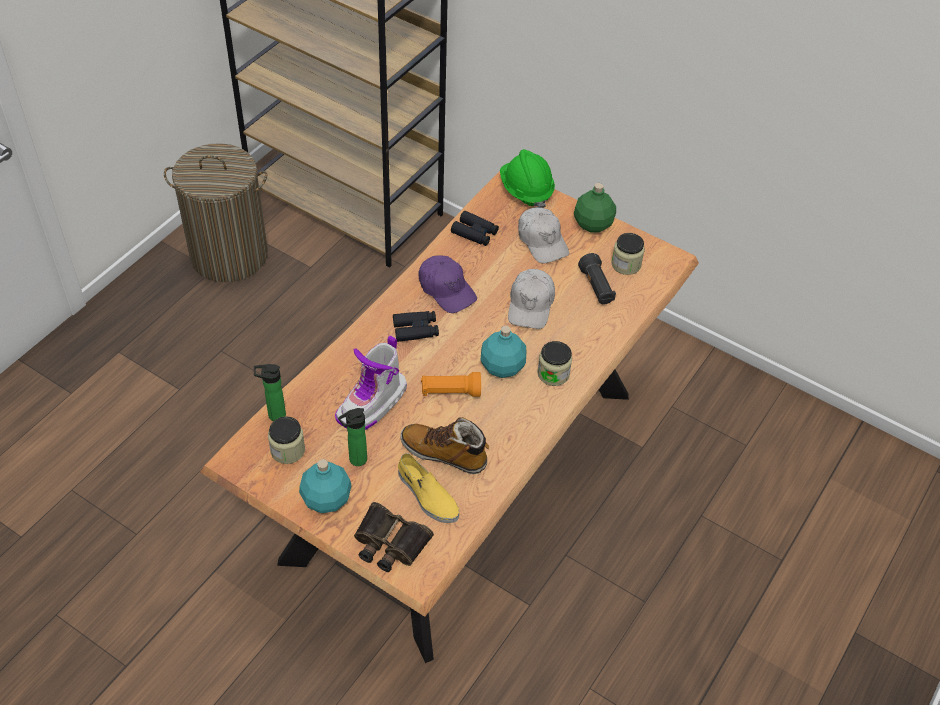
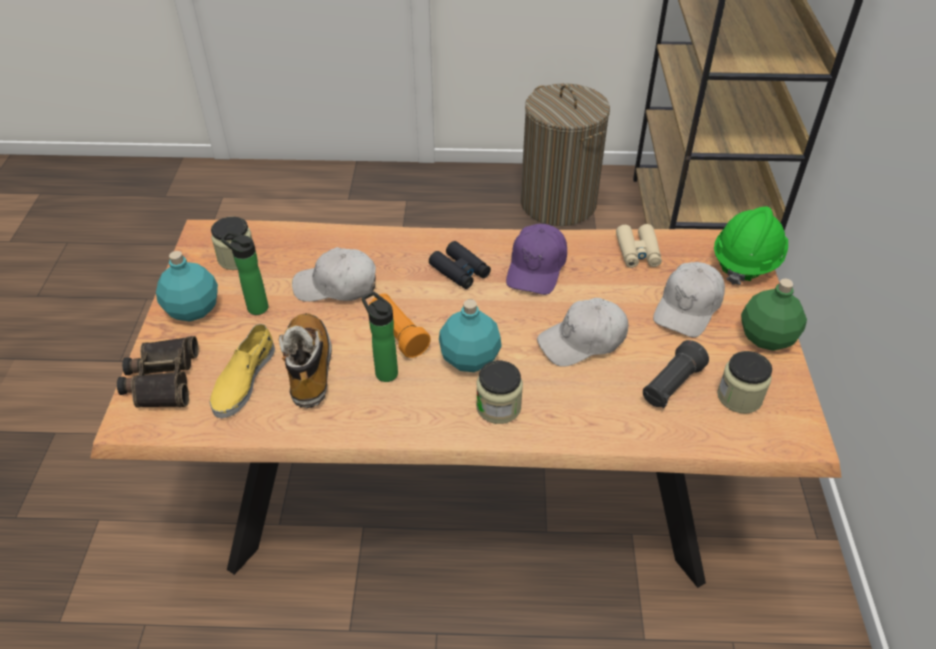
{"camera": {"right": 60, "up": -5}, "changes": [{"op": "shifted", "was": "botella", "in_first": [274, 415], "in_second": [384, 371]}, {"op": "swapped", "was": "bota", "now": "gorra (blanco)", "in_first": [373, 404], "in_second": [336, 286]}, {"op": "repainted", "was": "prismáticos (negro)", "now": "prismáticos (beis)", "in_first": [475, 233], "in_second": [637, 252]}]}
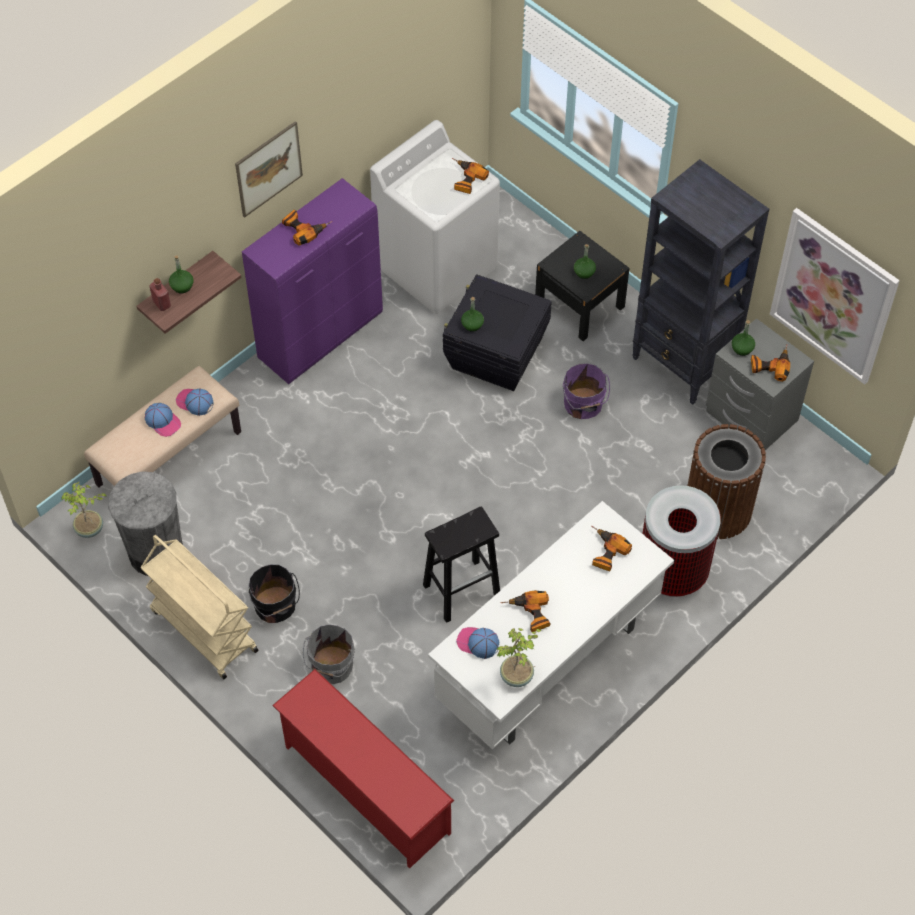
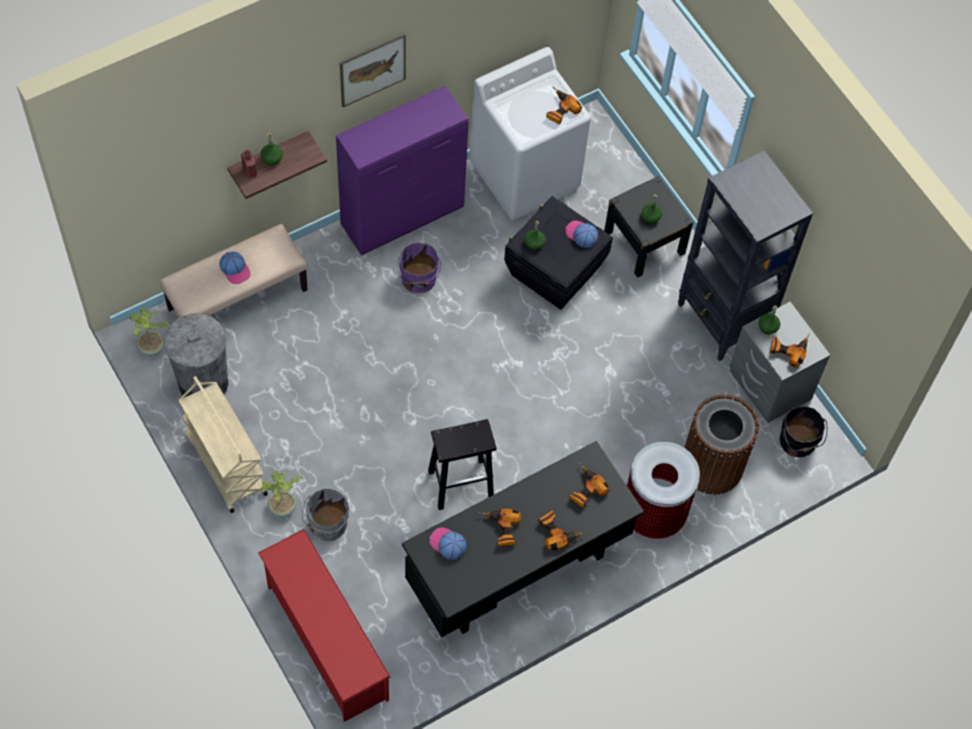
{"camera": {"right": 10, "up": 5}, "changes": [{"op": "shifted", "was": "gorra", "in_first": [194, 402], "in_second": [581, 234]}, {"op": "shifted", "was": "cubo (negro)", "in_first": [275, 606], "in_second": [798, 442]}, {"op": "shifted", "was": "taladro", "in_first": [304, 228], "in_second": [558, 531]}, {"op": "repainted", "was": "escritorio (blanco)", "now": "escritorio (negro)", "in_first": [548, 665], "in_second": [517, 571]}, {"op": "shifted", "was": "planta en maceta", "in_first": [517, 676], "in_second": [283, 508]}, {"op": "shifted", "was": "cubo (morado)", "in_first": [583, 405], "in_second": [418, 279]}, {"op": "gone", "was": "cuadro", "in_first": [833, 296]}]}
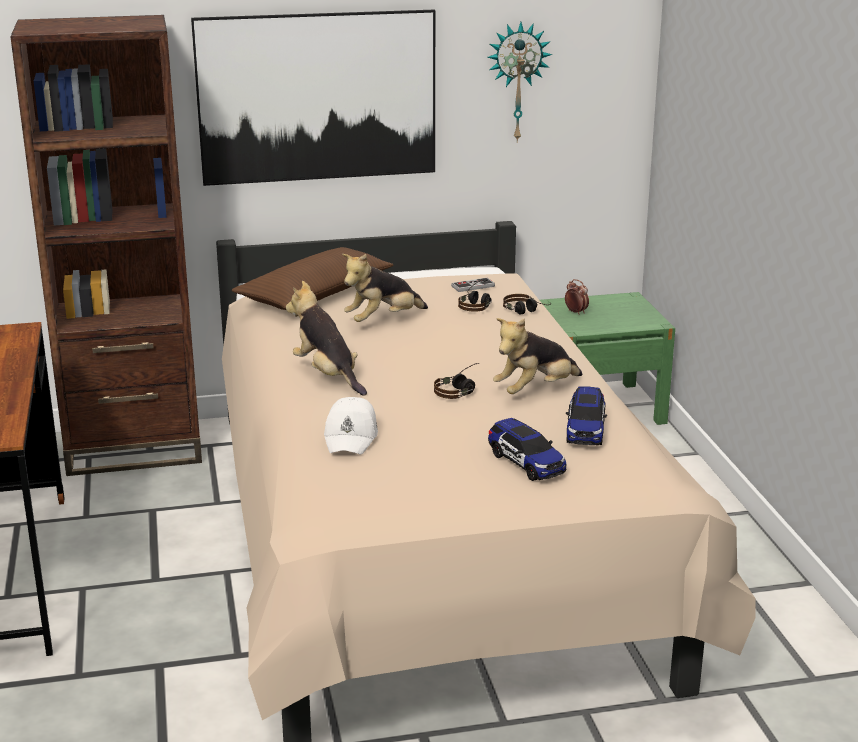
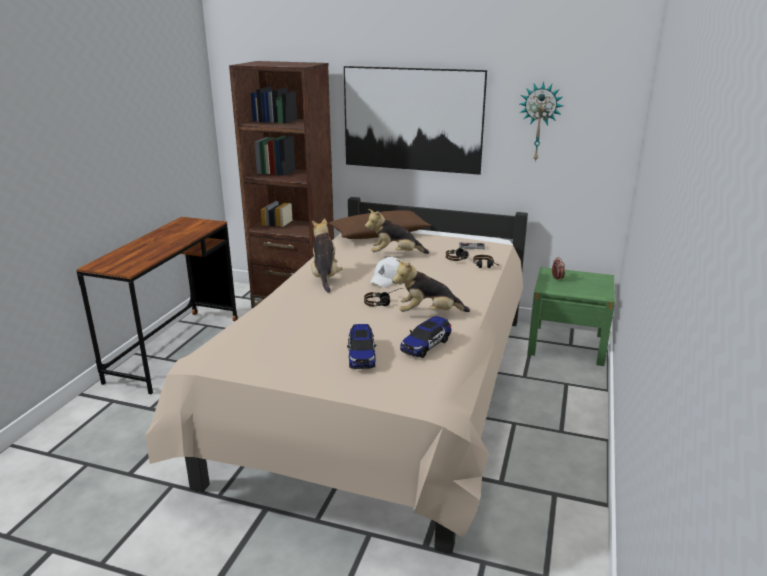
{"camera": {"right": 30, "up": 0}, "changes": [{"op": "shifted", "was": "gorra (blanco)", "in_first": [352, 437], "in_second": [389, 279]}]}
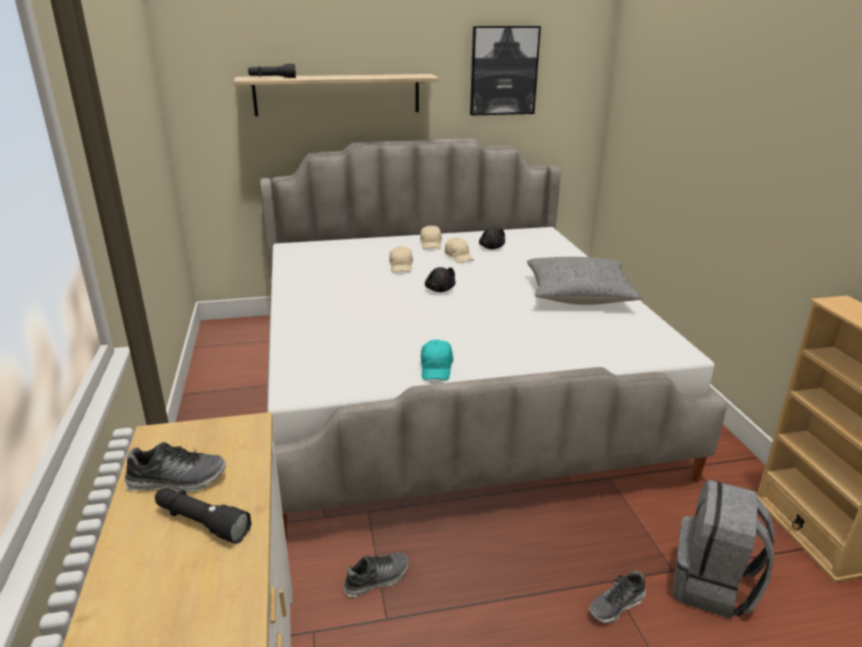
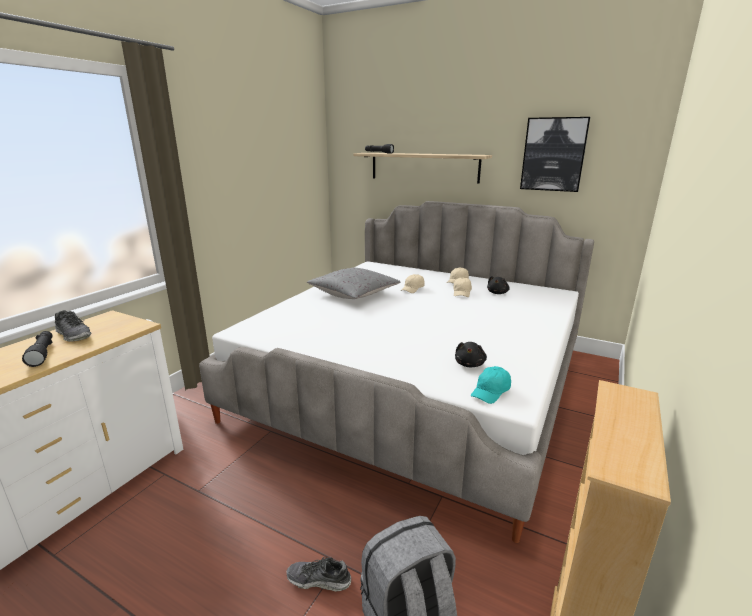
{"camera": {"right": 40, "up": -5}, "changes": [{"op": "gone", "was": "zapato", "in_first": [377, 579]}, {"op": "shifted", "was": "gorra (turquesa)", "in_first": [436, 369], "in_second": [491, 392]}, {"op": "shifted", "was": "peluche (negro)", "in_first": [439, 289], "in_second": [470, 364]}, {"op": "shifted", "was": "cojín (gris)", "in_first": [578, 294], "in_second": [353, 293]}]}
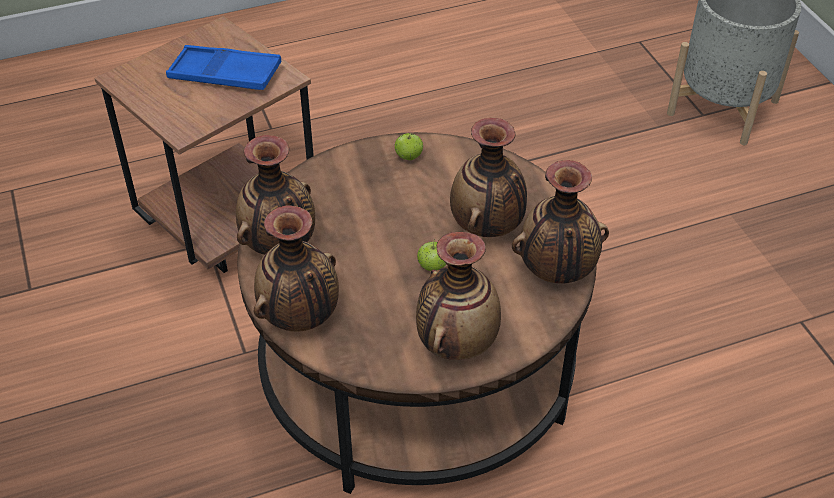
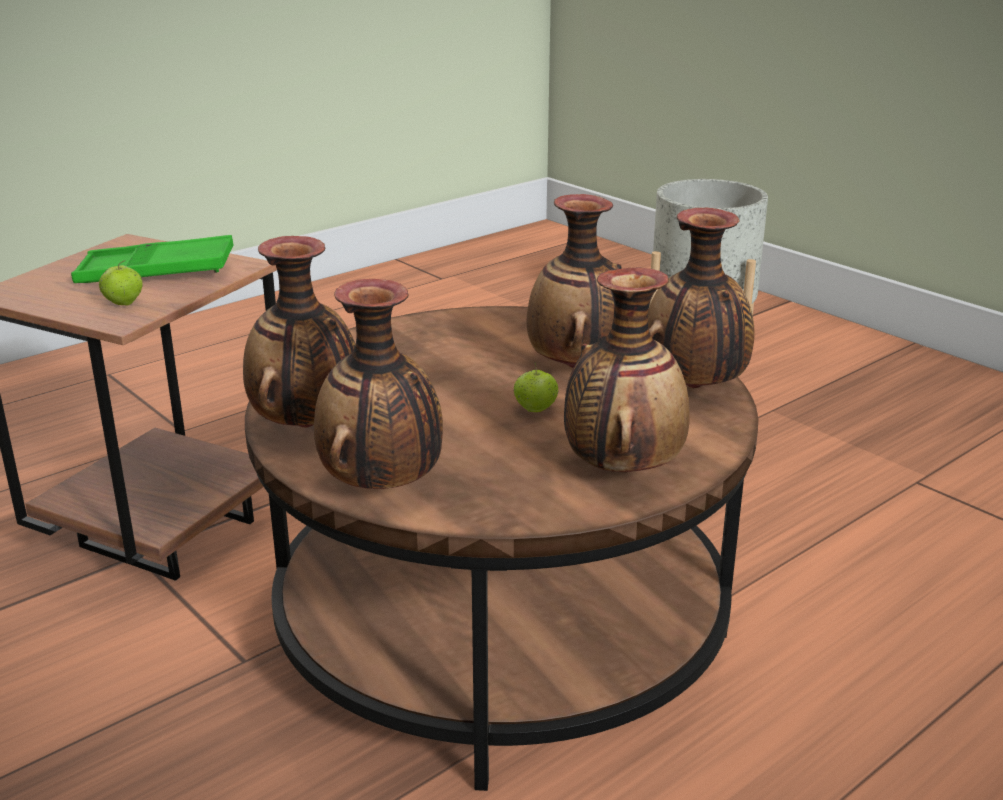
{"camera": {"right": -20, "up": -20}, "changes": [{"op": "repainted", "was": "bandeja (azul)", "now": "bandeja (verde)", "in_first": [225, 75], "in_second": [156, 272]}, {"op": "shifted", "was": "manzana", "in_first": [408, 157], "in_second": [123, 303]}]}
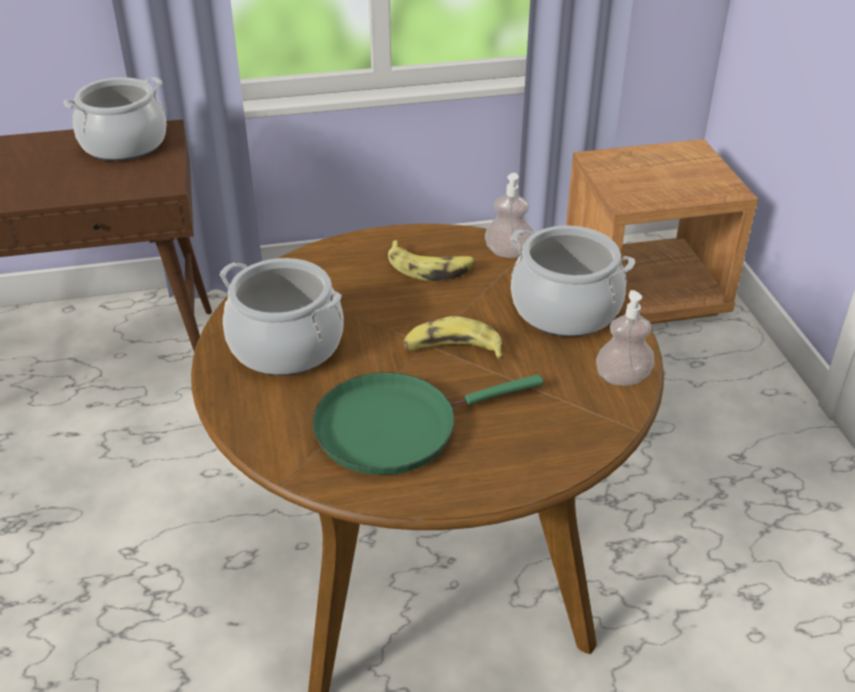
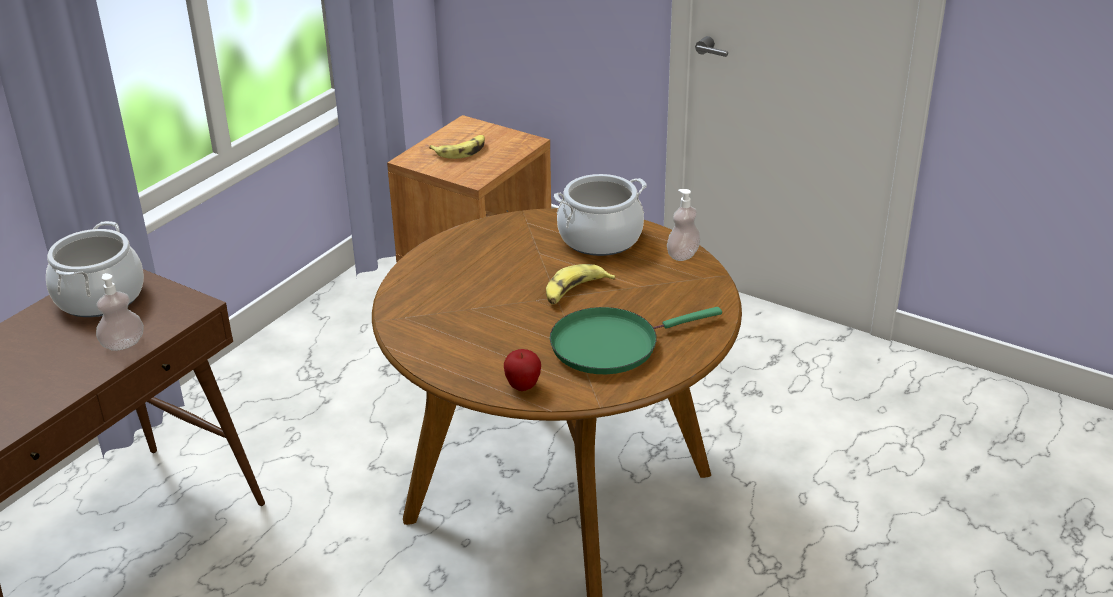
{"camera": {"right": -45, "up": -5}, "changes": [{"op": "gone", "was": "olla", "in_first": [286, 346]}, {"op": "rotated", "was": "sartén (verde)", "in_first": [395, 427], "in_second": [611, 345], "clockwise": 45}, {"op": "shifted", "was": "plátano", "in_first": [430, 268], "in_second": [461, 151]}, {"op": "shifted", "was": "dispensador de jabón", "in_first": [508, 252], "in_second": [123, 344]}, {"op": "new", "now": "manzana", "in_second": [523, 386]}]}
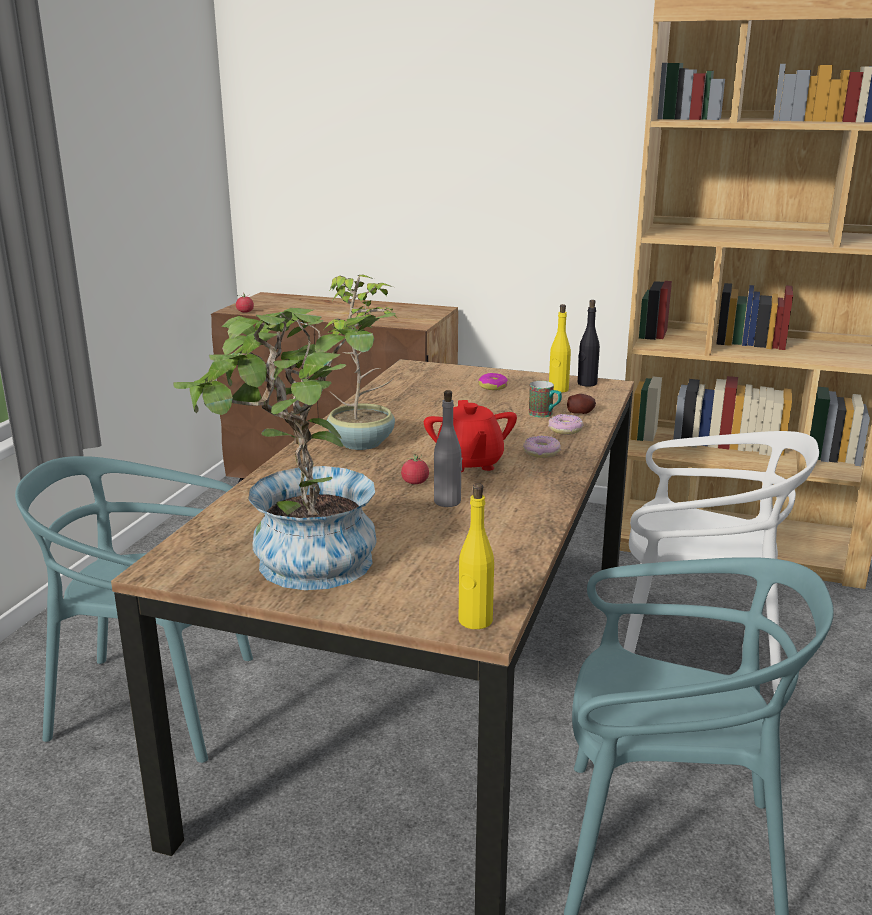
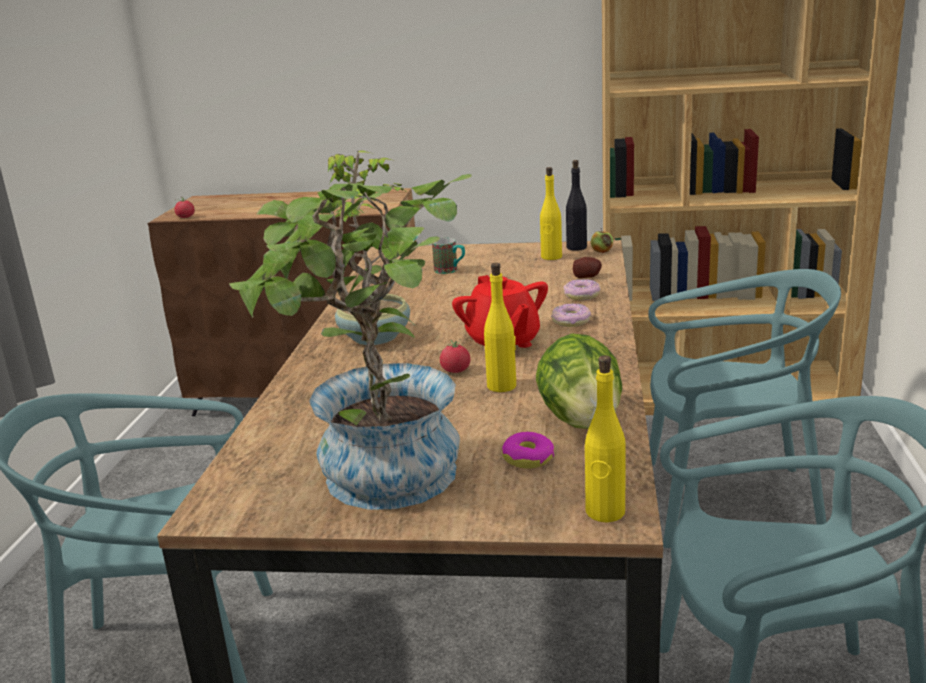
{"camera": {"right": -10, "up": 0}, "changes": [{"op": "repainted", "was": "botella (gris)", "now": "botella (amarillo)", "in_first": [448, 501], "in_second": [502, 386]}, {"op": "shifted", "was": "rosquilla", "in_first": [493, 386], "in_second": [528, 458]}, {"op": "shifted", "was": "taza grande", "in_first": [545, 415], "in_second": [450, 271]}, {"op": "repainted", "was": "silla (blanco)", "now": "silla (turquesa)", "in_first": [697, 649], "in_second": [728, 502]}, {"op": "new", "now": "lechuga", "in_second": [581, 420]}, {"op": "new", "now": "manzana", "in_second": [602, 251]}]}
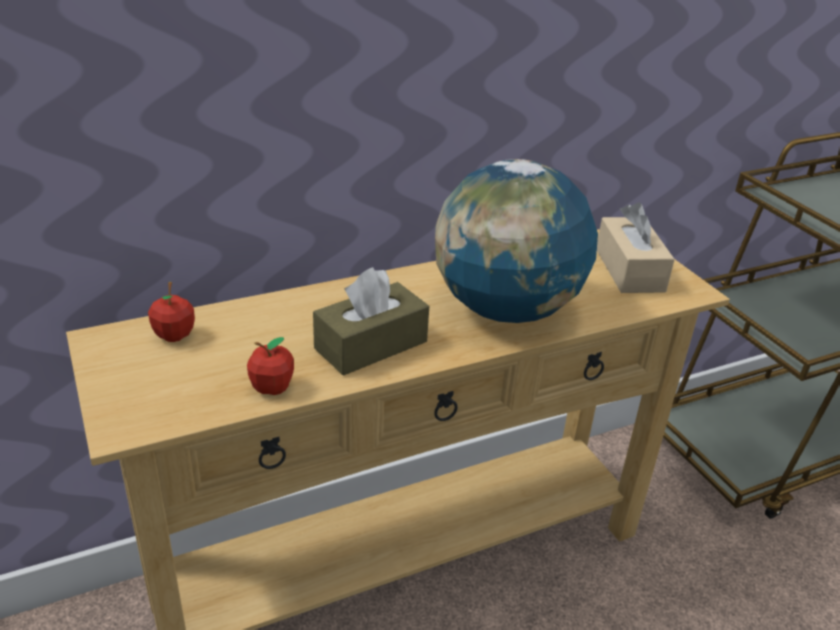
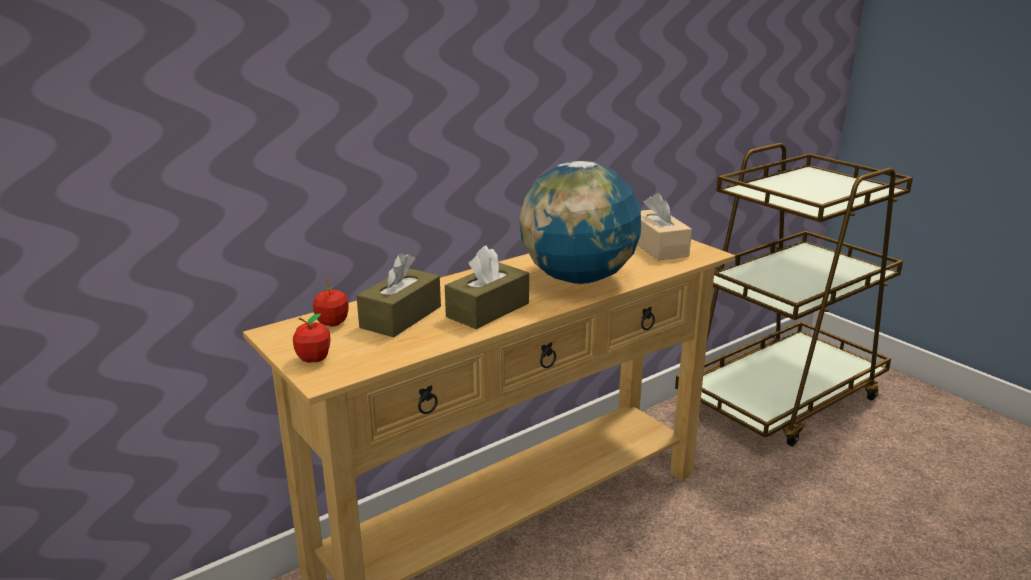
{"camera": {"right": -10, "up": -10}, "changes": [{"op": "shifted", "was": "manzana", "in_first": [272, 388], "in_second": [314, 358]}, {"op": "new", "now": "caja de pañuelos (marrón)", "in_second": [401, 317]}]}
